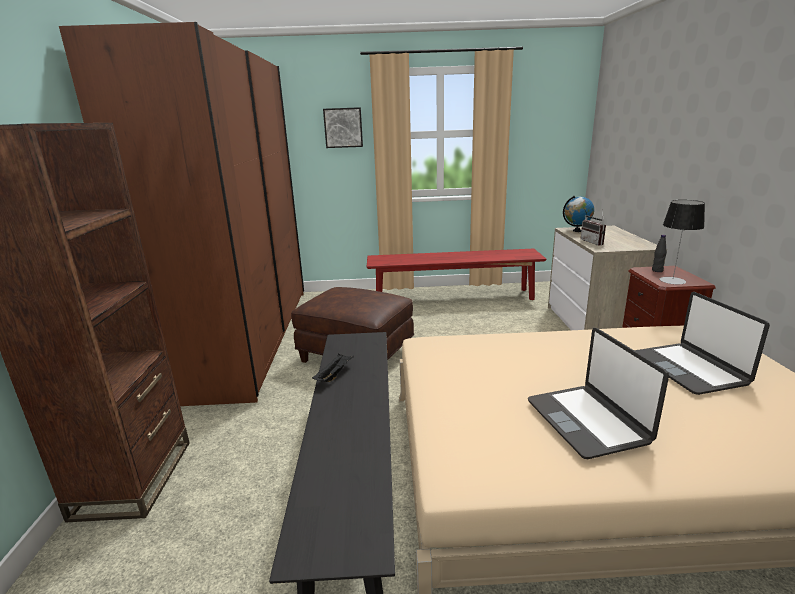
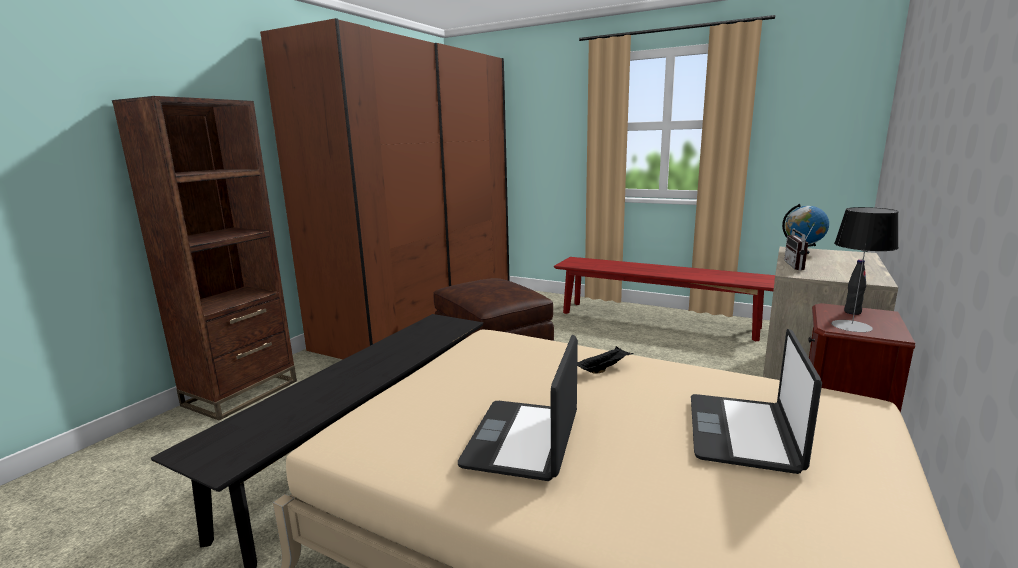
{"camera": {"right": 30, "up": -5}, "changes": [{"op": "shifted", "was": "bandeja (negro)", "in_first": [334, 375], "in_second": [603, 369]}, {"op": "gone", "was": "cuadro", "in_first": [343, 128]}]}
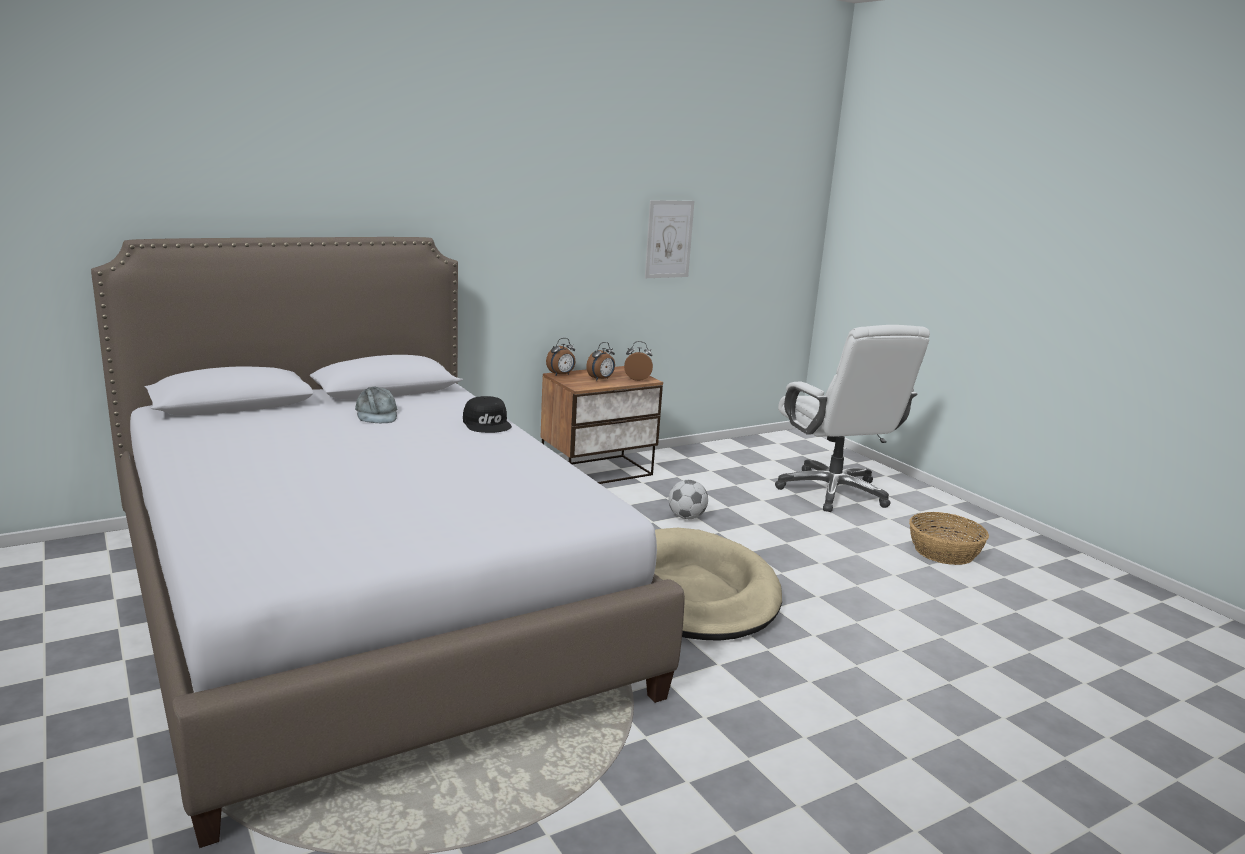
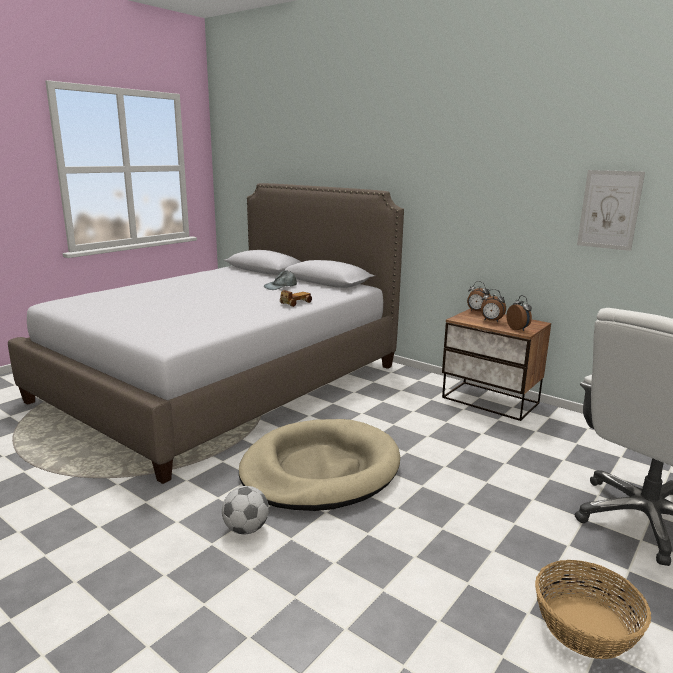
{"camera": {"right": 70, "up": 0}, "changes": [{"op": "swapped", "was": "gorra (negro)", "now": "coche de juguete", "in_first": [487, 423], "in_second": [295, 303]}, {"op": "shifted", "was": "balón de fútbol", "in_first": [686, 517], "in_second": [246, 529]}]}
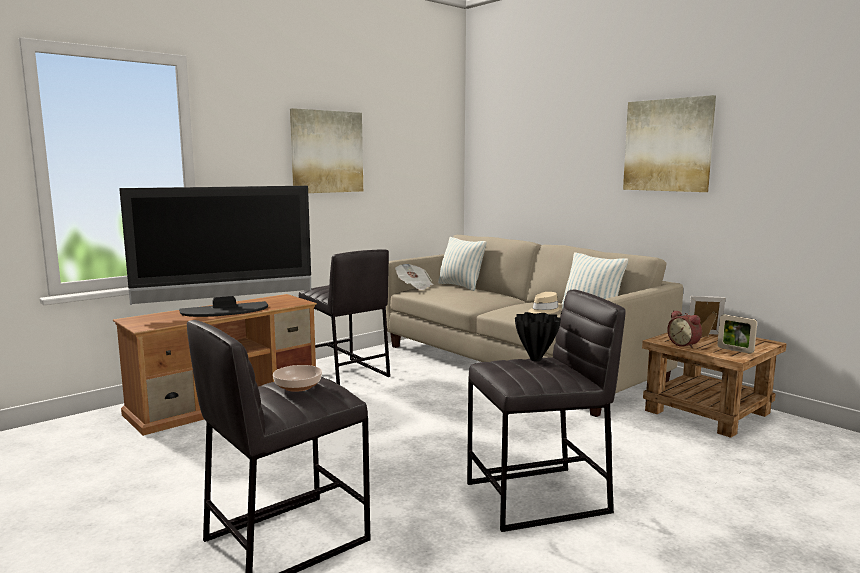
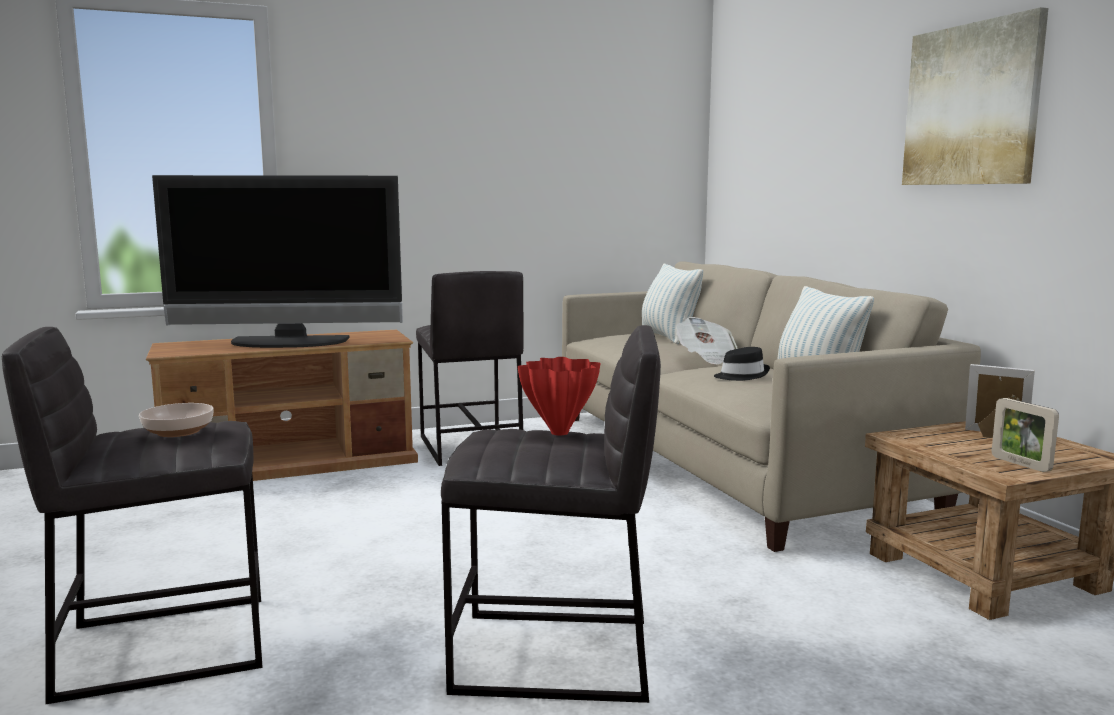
{"camera": {"right": 20, "up": 0}, "changes": [{"op": "gone", "was": "cuadro", "in_first": [327, 152]}, {"op": "shifted", "was": "periódico", "in_first": [414, 286], "in_second": [706, 358]}, {"op": "repainted", "was": "florero (negro)", "now": "florero (rojo)", "in_first": [536, 359], "in_second": [561, 433]}, {"op": "repainted", "was": "sombrero (beis)", "now": "sombrero (negro)", "in_first": [544, 310], "in_second": [741, 375]}, {"op": "gone", "was": "despertador", "in_first": [684, 345]}]}
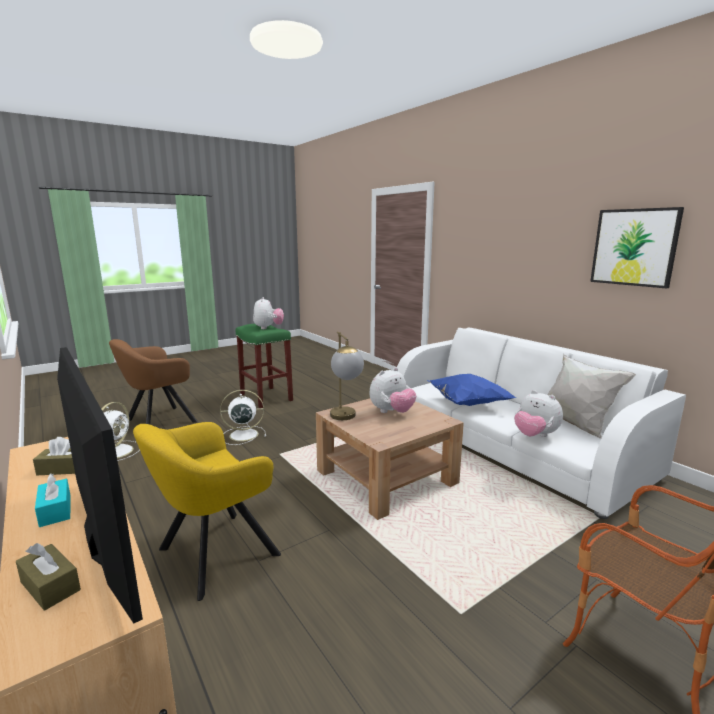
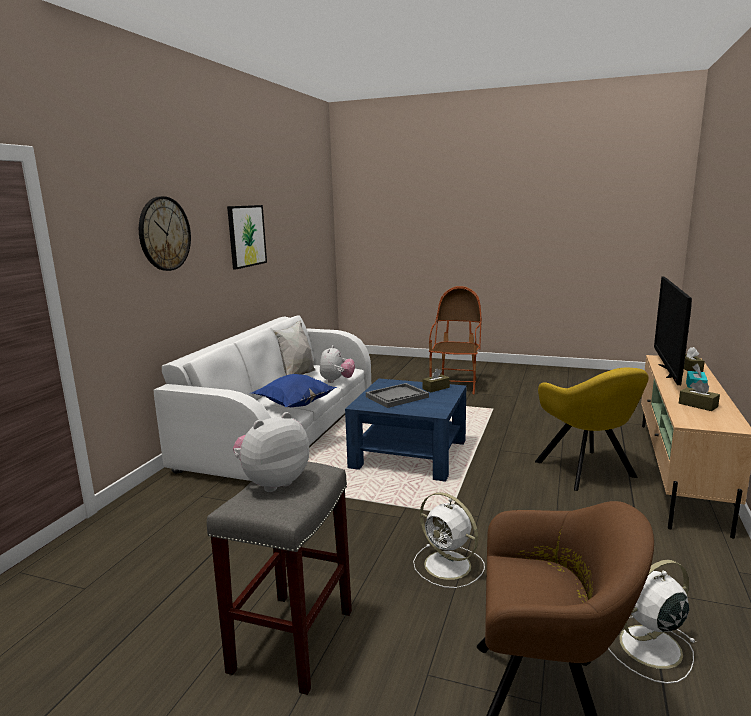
{"camera": {"right": -125, "up": 0}, "changes": [{"op": "rotated", "was": "sillón (amarillo)", "in_first": [212, 555], "in_second": [588, 471], "clockwise": 60}, {"op": "repainted", "was": "taburete (verde)", "now": "taburete (gris)", "in_first": [267, 397], "in_second": [292, 639]}, {"op": "repainted", "was": "mesa de centro (marrón)", "now": "mesa de centro (azul)", "in_first": [386, 477], "in_second": [409, 454]}, {"op": "gone", "was": "lámpara de mesa", "in_first": [345, 419]}, {"op": "swapped", "was": "peluche", "now": "bandeja (gris)", "in_first": [392, 412], "in_second": [397, 397]}, {"op": "new", "now": "reloj de pared", "in_second": [164, 234]}, {"op": "new", "now": "caja de pañuelos (marrón)", "in_second": [436, 388]}]}
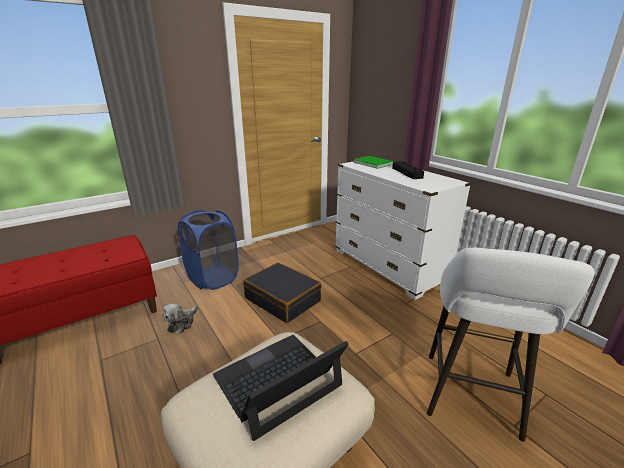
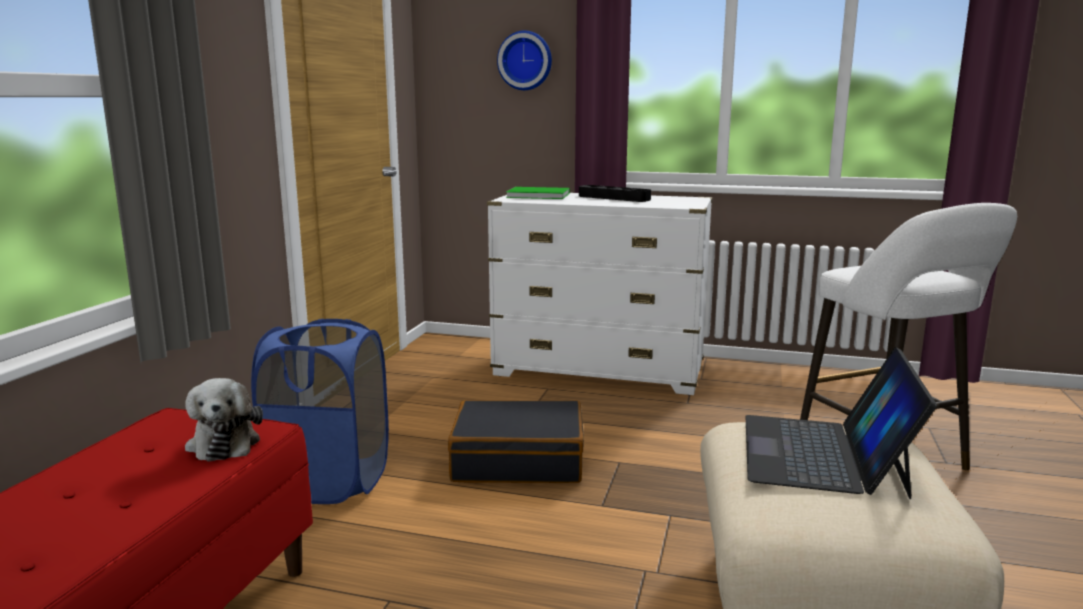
{"camera": {"right": -40, "up": -10}, "changes": [{"op": "shifted", "was": "peluche", "in_first": [182, 323], "in_second": [224, 442]}, {"op": "new", "now": "reloj de pared", "in_second": [525, 61]}]}
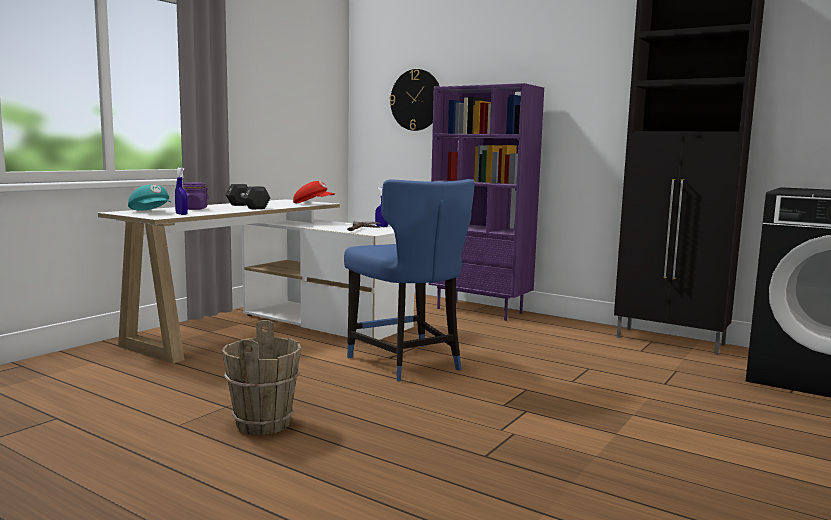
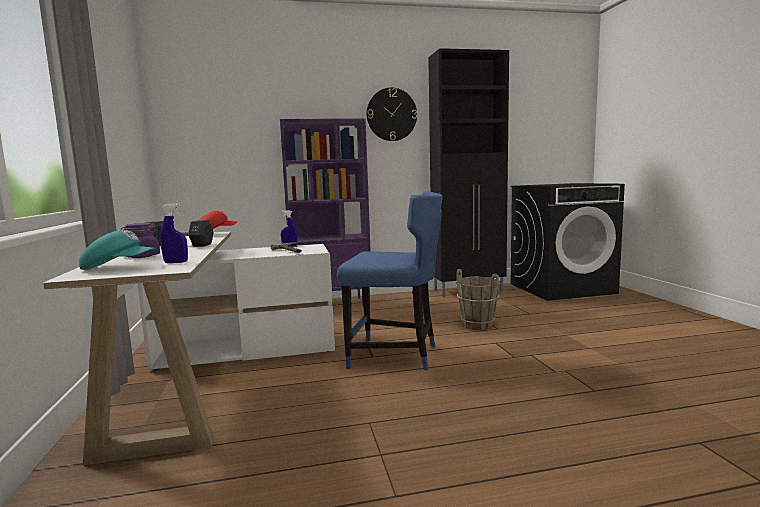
{"camera": {"right": -45, "up": 0}, "changes": [{"op": "shifted", "was": "cubo (marrón)", "in_first": [264, 424], "in_second": [477, 325]}, {"op": "shifted", "was": "reloj de pared", "in_first": [416, 100], "in_second": [391, 114]}]}
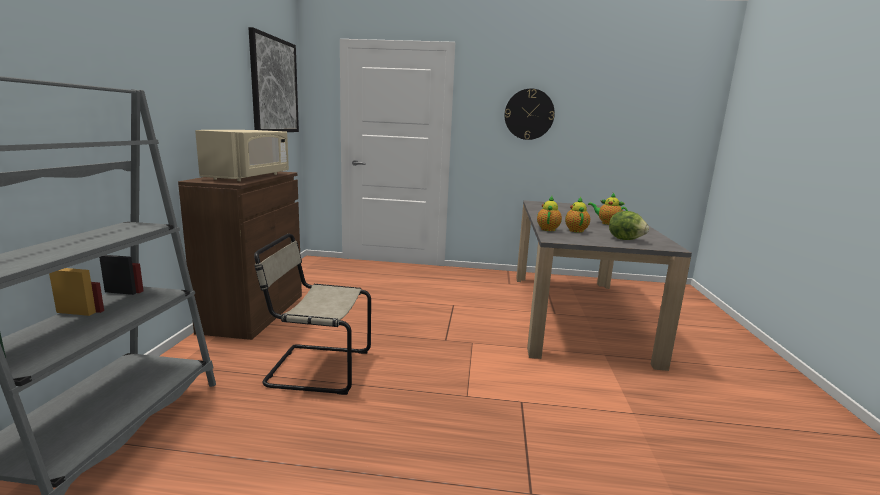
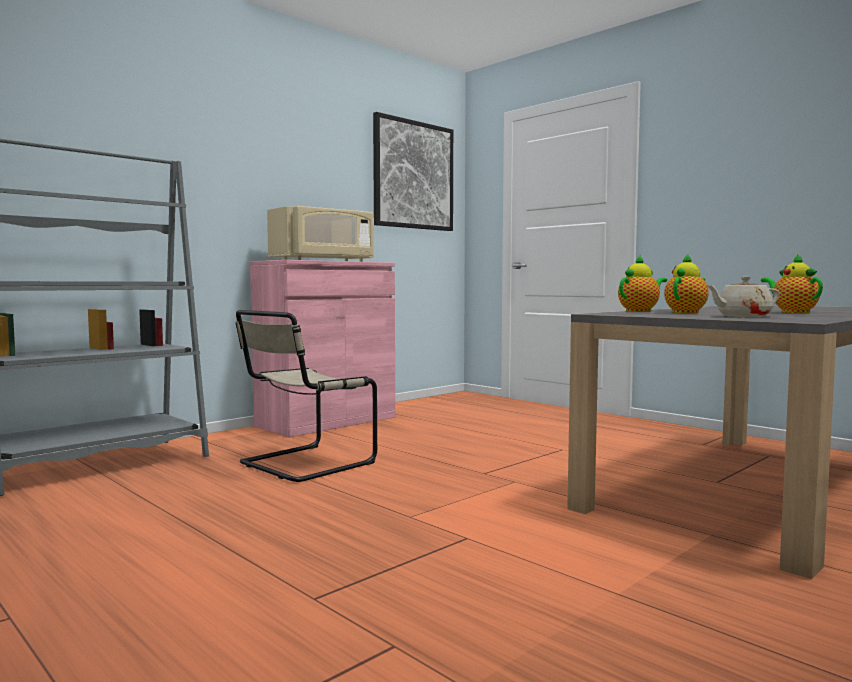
{"camera": {"right": 40, "up": -10}, "changes": [{"op": "repainted", "was": "armario (marrón)", "now": "armario (rosa)", "in_first": [253, 313], "in_second": [326, 421]}, {"op": "rotated", "was": "silla (beis)", "in_first": [315, 368], "in_second": [303, 464], "clockwise": -90}, {"op": "gone", "was": "reloj de pared", "in_first": [529, 114]}, {"op": "swapped", "was": "lechuga", "now": "tetera (beis)", "in_first": [625, 239], "in_second": [742, 316]}]}
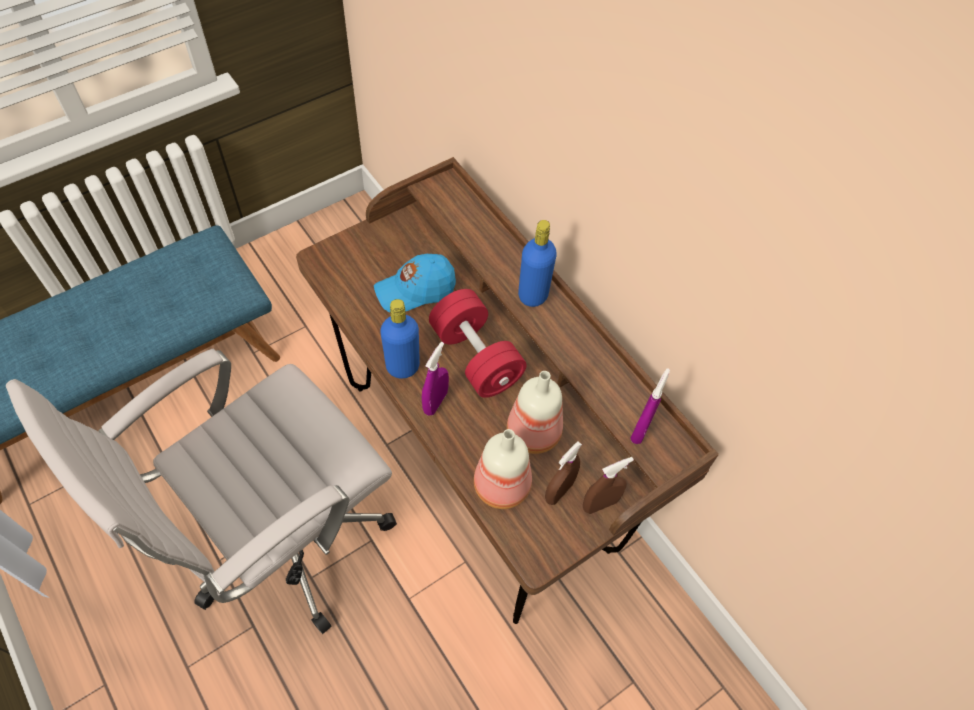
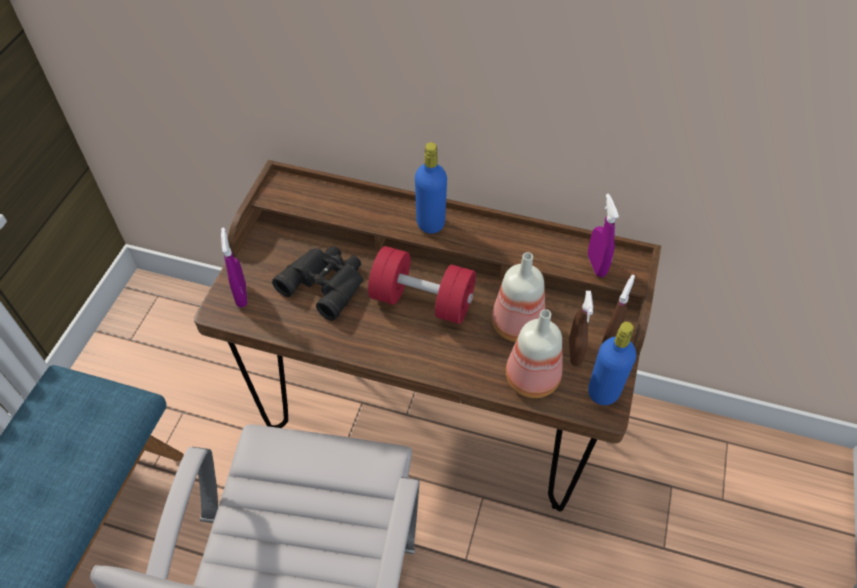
{"camera": {"right": -35, "up": -5}, "changes": [{"op": "swapped", "was": "gorra (azul)", "now": "prismáticos (negro)", "in_first": [415, 290], "in_second": [326, 283]}, {"op": "shifted", "was": "botella (azul)", "in_first": [402, 367], "in_second": [603, 392]}, {"op": "shifted", "was": "pulverizador (morado)", "in_first": [435, 402], "in_second": [241, 295]}]}
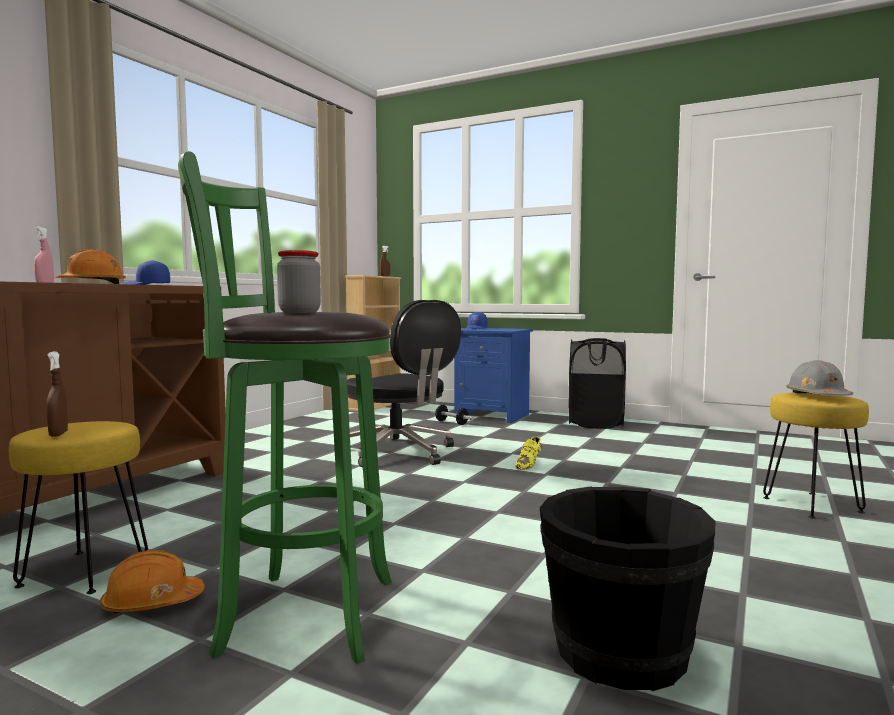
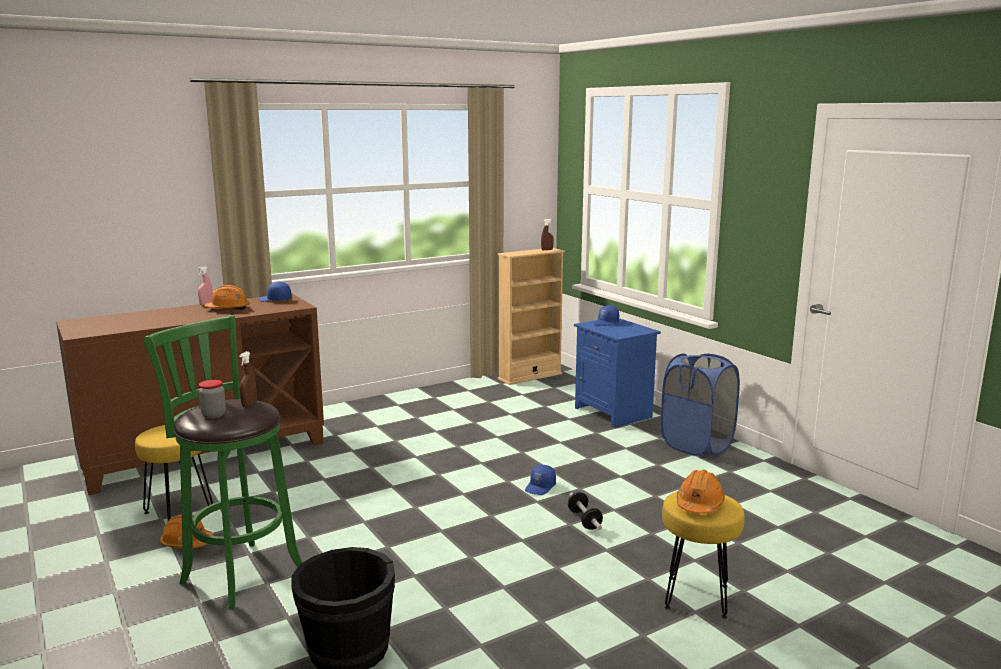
{"camera": {"right": 30, "up": 10}, "changes": [{"op": "shifted", "was": "pulverizador (marrón)", "in_first": [58, 434], "in_second": [249, 404]}, {"op": "gone", "was": "silla de oficina (negro)", "in_first": [399, 453]}, {"op": "shifted", "was": "mancuerna", "in_first": [451, 423], "in_second": [584, 520]}, {"op": "swapped", "was": "zapato (amarillo)", "now": "gorra (azul)", "in_first": [529, 465], "in_second": [540, 487]}, {"op": "repainted", "was": "cesto de la ropa (negro)", "now": "cesto de la ropa (azul)", "in_first": [596, 423], "in_second": [697, 445]}, {"op": "repainted", "was": "casco (gris)", "now": "casco (naranja)", "in_first": [817, 397], "in_second": [699, 504]}]}
